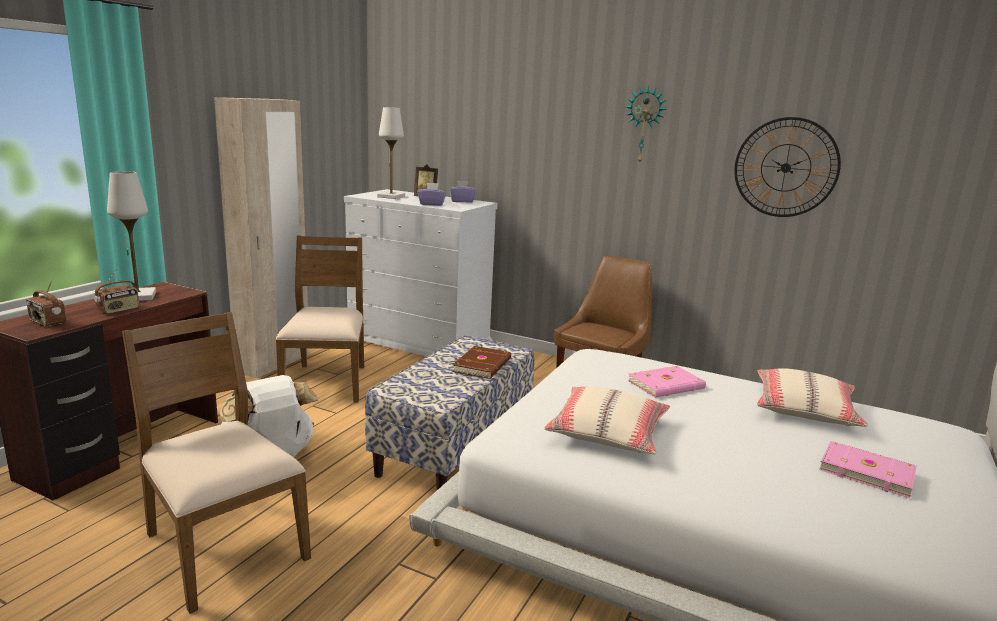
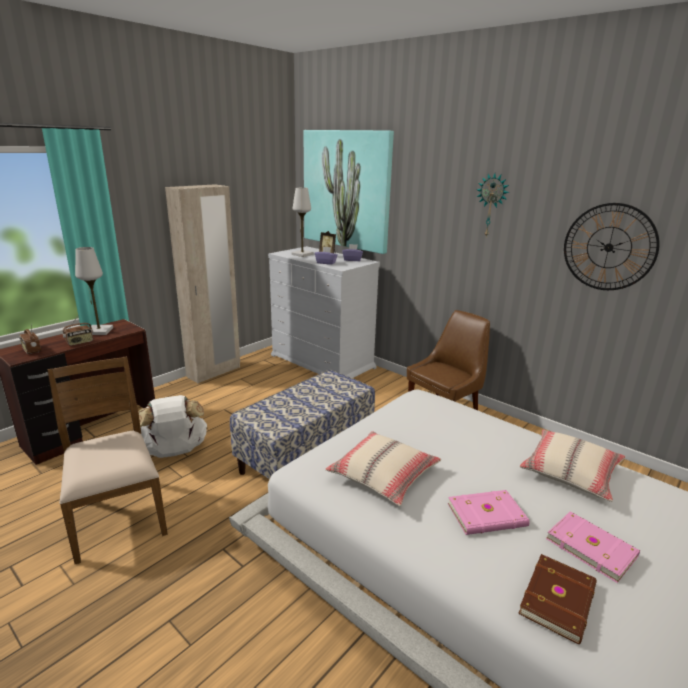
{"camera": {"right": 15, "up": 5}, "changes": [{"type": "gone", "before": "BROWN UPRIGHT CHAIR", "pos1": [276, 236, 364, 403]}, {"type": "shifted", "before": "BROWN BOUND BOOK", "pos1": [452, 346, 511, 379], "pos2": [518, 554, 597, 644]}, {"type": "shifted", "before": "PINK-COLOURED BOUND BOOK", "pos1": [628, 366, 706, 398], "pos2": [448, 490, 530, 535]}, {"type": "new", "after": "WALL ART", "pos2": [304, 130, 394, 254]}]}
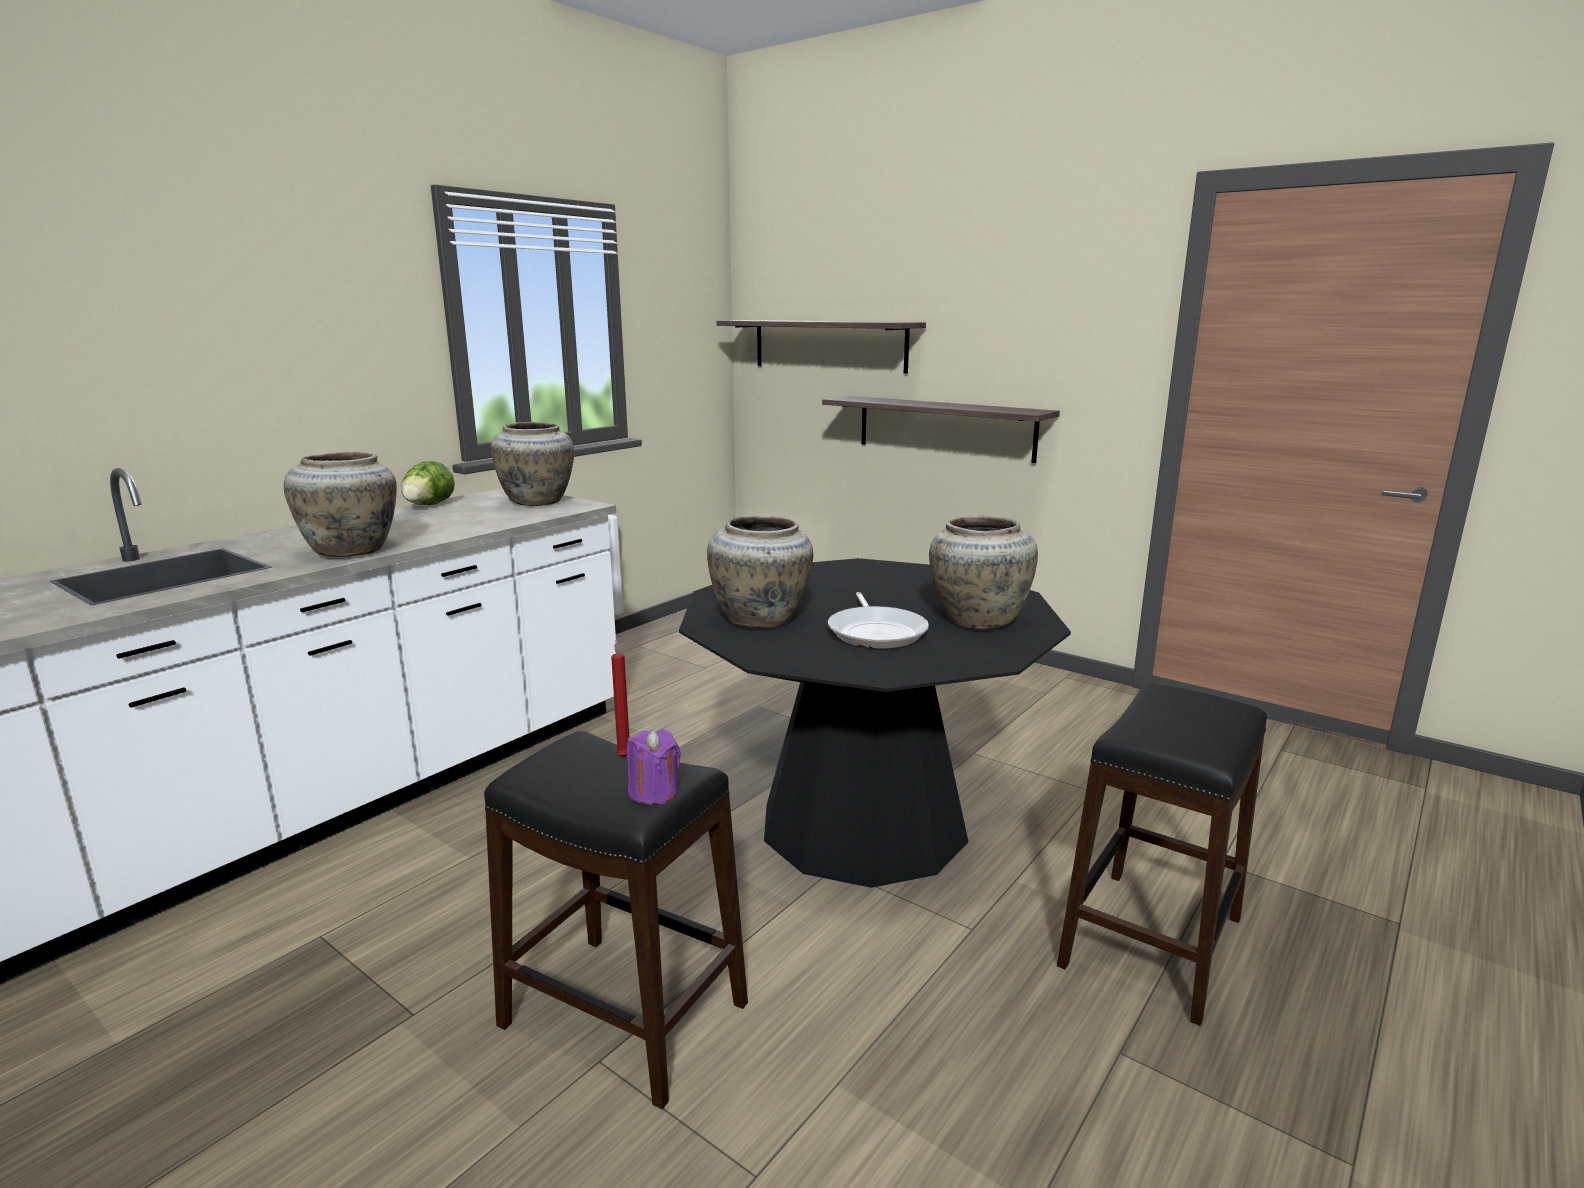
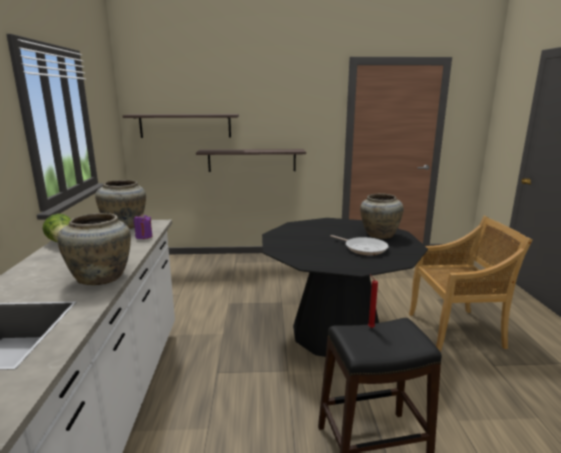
{"camera": {"right": -40, "up": 0}, "changes": [{"type": "shifted", "before": "PURPLE-COLOURED WAX CANDLE", "pos1": [627, 729, 681, 805], "pos2": [133, 214, 152, 239]}, {"type": "gone", "before": "BEIGE DECORATIVE VASE", "pos1": [707, 516, 813, 629]}, {"type": "swapped", "before": "BLACKISH SITTING STOOL", "after": "BEIGE UPRIGHT CHAIR", "pos1": [1057, 684, 1267, 1026], "pos2": [409, 216, 533, 352]}]}
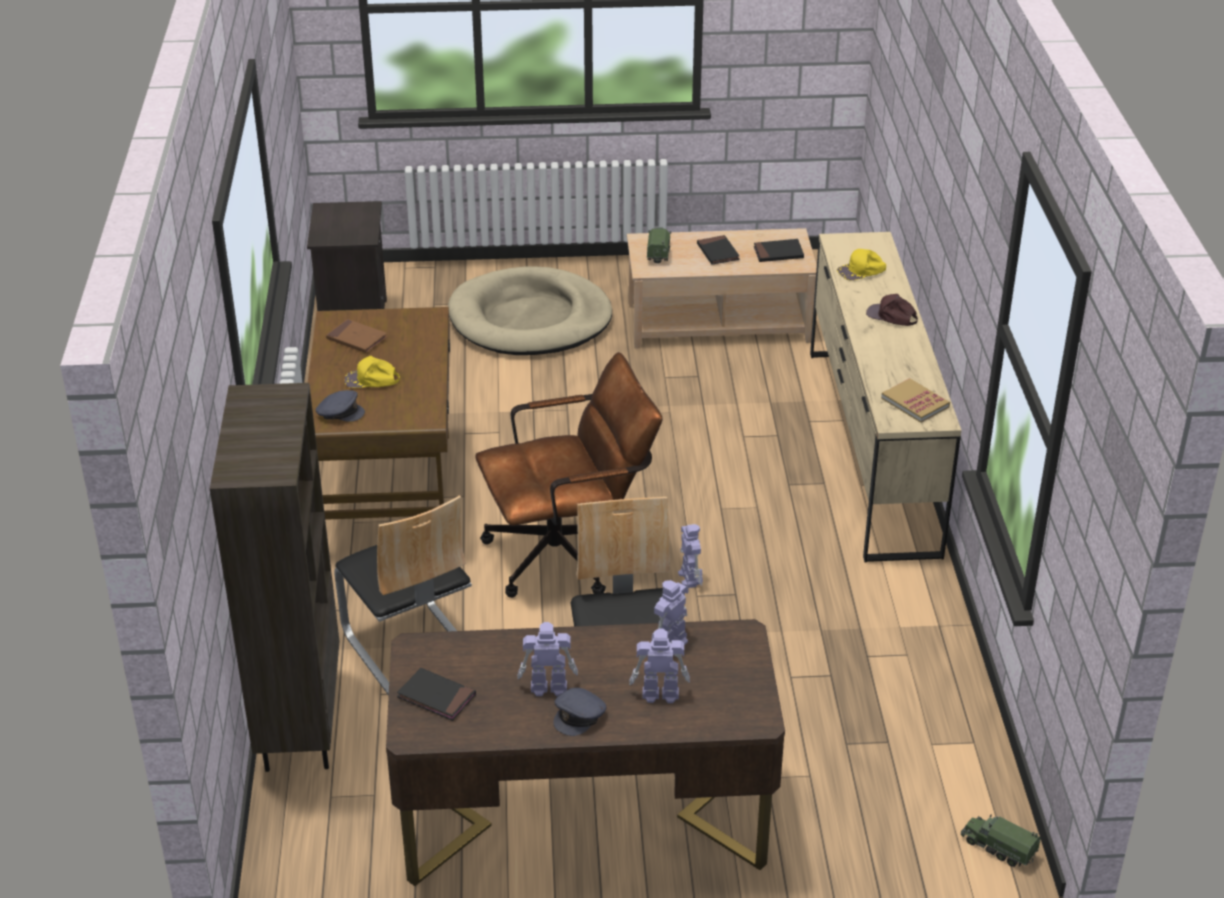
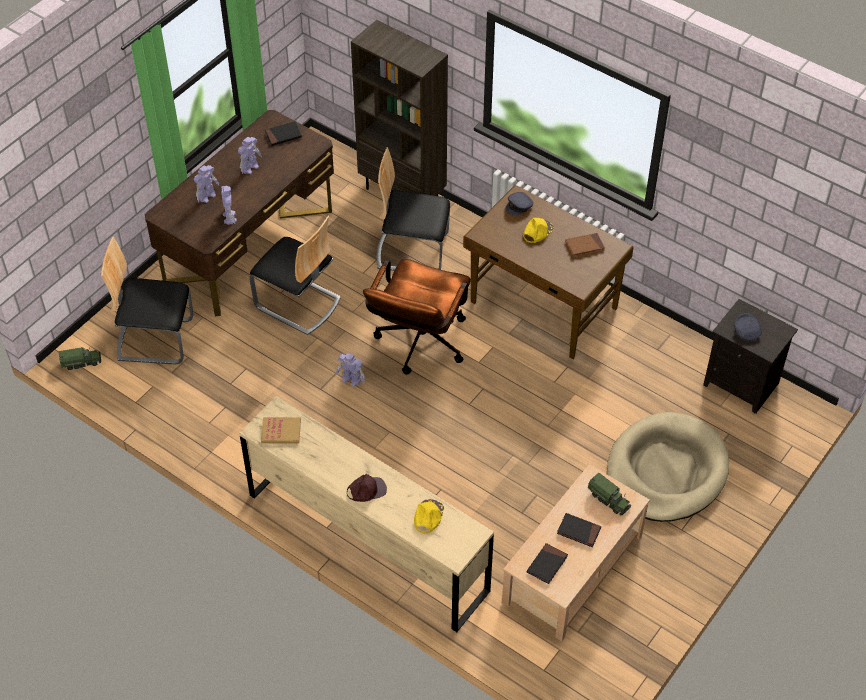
{"camera": {"right": 130, "up": 15}, "changes": [{"type": "shifted", "before": "GREYISH CAP", "pos1": [553, 688, 606, 736], "pos2": [734, 313, 762, 341]}, {"type": "new", "after": "UPRIGHT CHAIR", "pos2": [101, 236, 193, 364]}]}
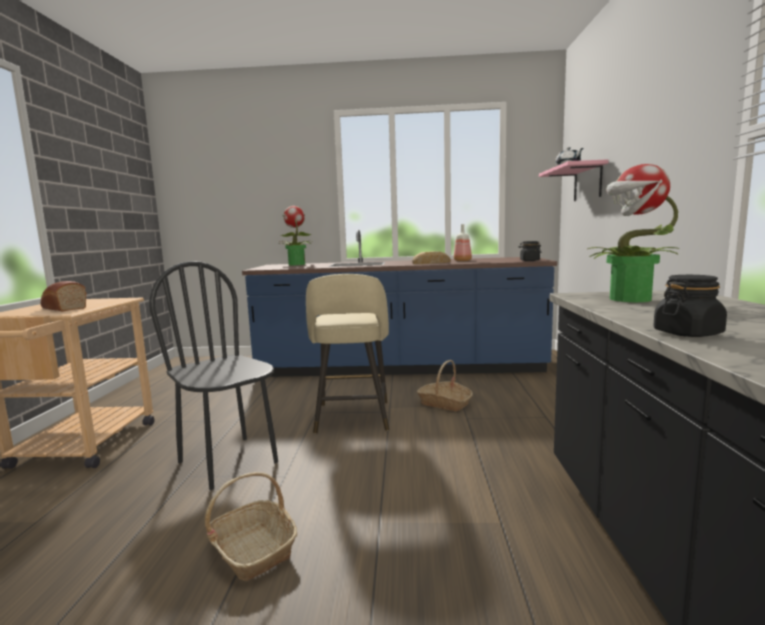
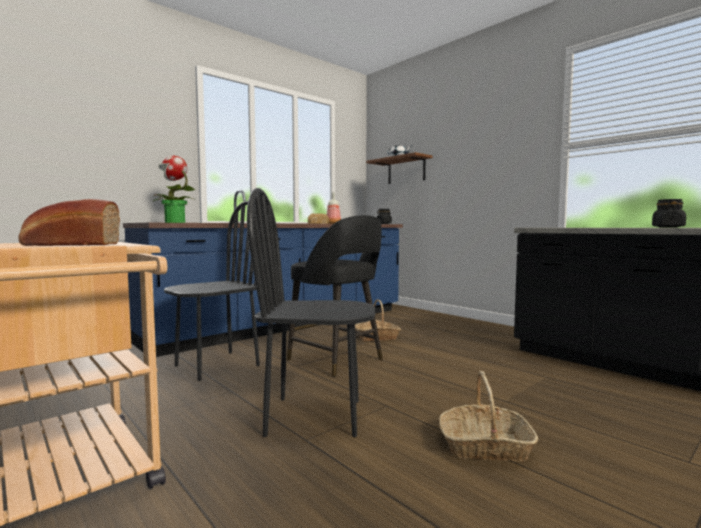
{"camera": {"right": -45, "up": -5}, "changes": [{"type": "repainted", "before": "BEIGE SITTING STOOL", "after": "BLACKISH SITTING STOOL", "pos1": [306, 274, 389, 434], "pos2": [287, 215, 383, 377]}, {"type": "repainted", "before": "PINK-COLOURED BRACKET SHELF", "after": "BROWN BRACKET SHELF", "pos1": [539, 159, 609, 201], "pos2": [366, 152, 433, 184]}, {"type": "gone", "before": "HOUSEPLANT", "pos1": [587, 164, 679, 302]}, {"type": "new", "after": "BLACKISH UPRIGHT CHAIR", "pos2": [164, 201, 260, 381]}]}
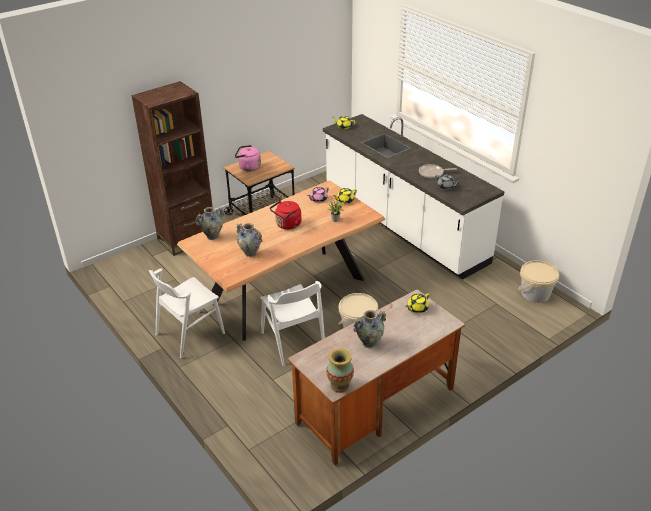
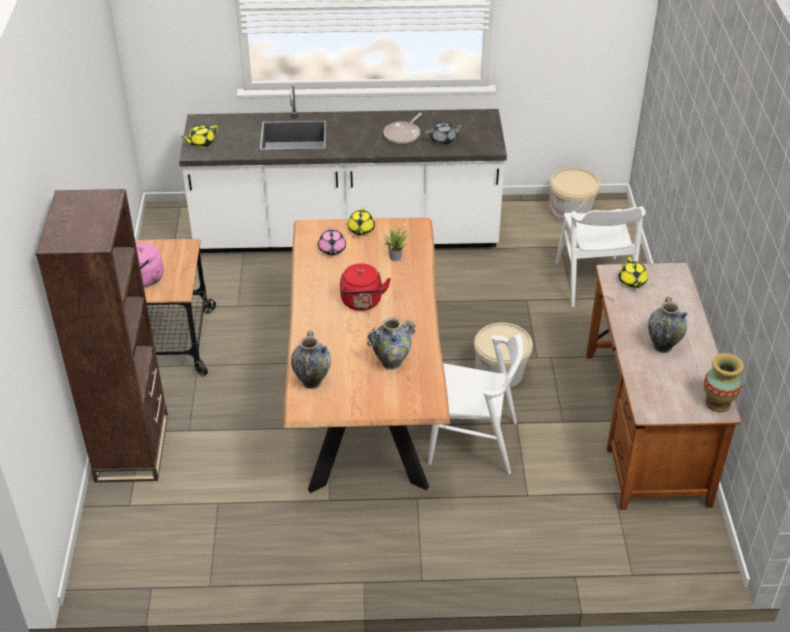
{"camera": {"right": -55, "up": 5}, "changes": [{"type": "shifted", "before": "WHITE-COLOURED UPRIGHT CHAIR", "pos1": [149, 269, 225, 358], "pos2": [556, 206, 646, 307]}]}
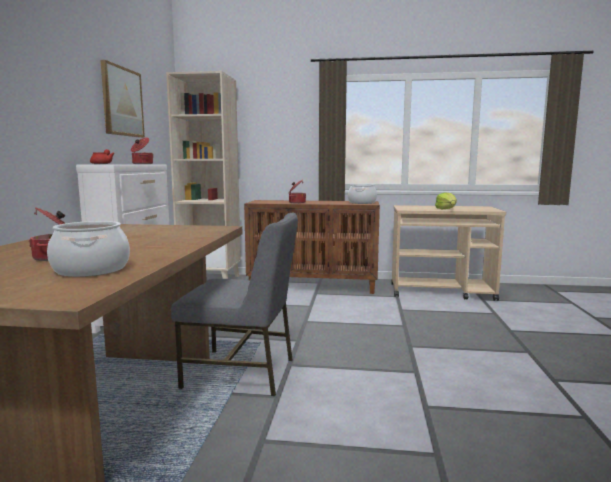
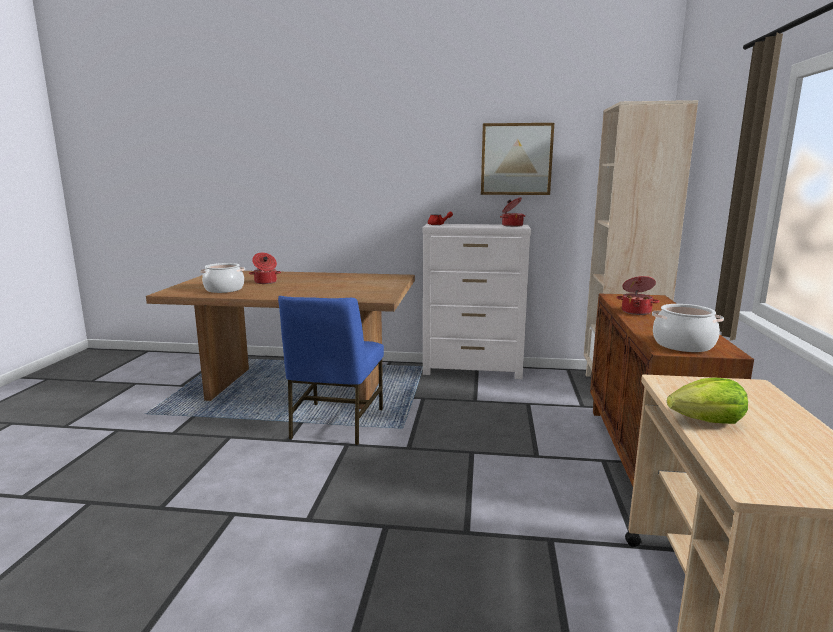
{"camera": {"right": 90, "up": 5}, "changes": [{"type": "repainted", "before": "GREYISH UPRIGHT CHAIR", "after": "BLUISH UPRIGHT CHAIR", "pos1": [171, 213, 298, 396], "pos2": [278, 296, 384, 446]}]}
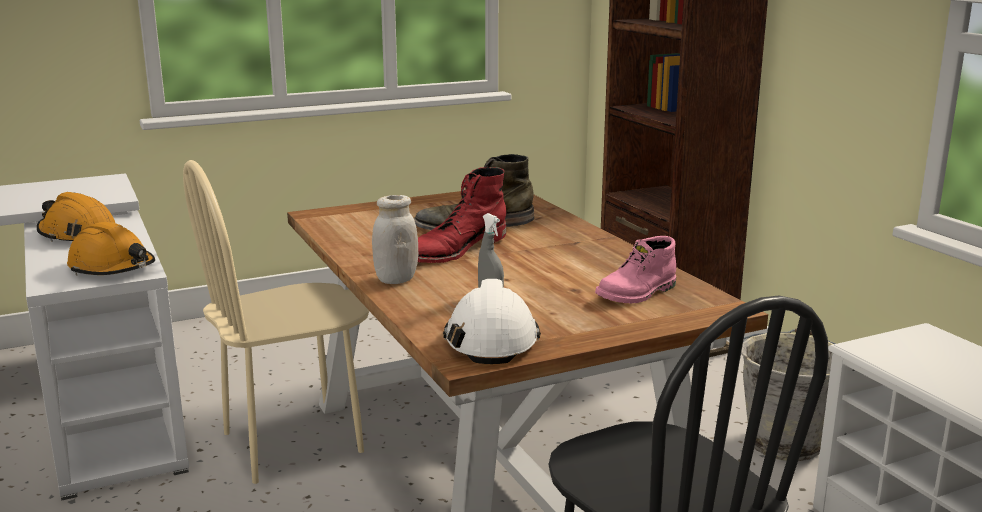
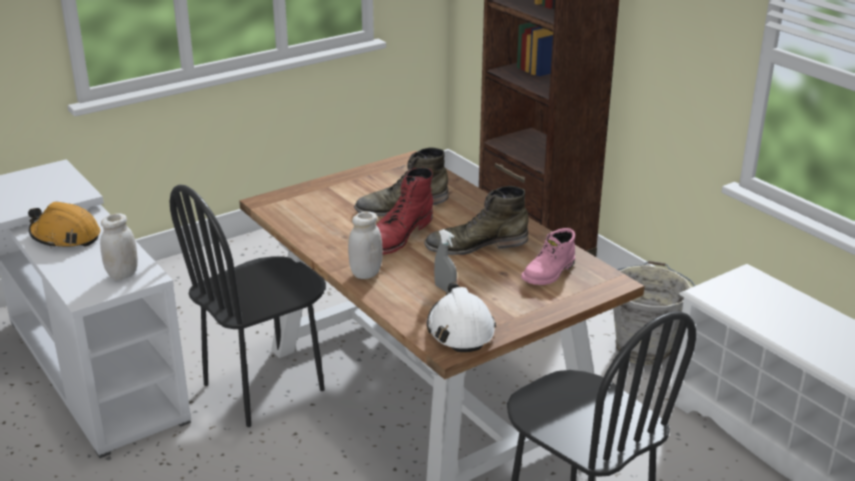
{"camera": {"right": -10, "up": 10}, "changes": [{"type": "swapped", "before": "ORANGEY SAFETY HELMET", "after": "WHITE-COLOURED JAR", "pos1": [67, 222, 155, 276], "pos2": [100, 213, 138, 280]}, {"type": "repainted", "before": "BEIGE UPRIGHT CHAIR", "after": "BLACKISH UPRIGHT CHAIR", "pos1": [183, 160, 369, 484], "pos2": [170, 185, 326, 427]}, {"type": "new", "after": "GREEN-COLOURED TALL BOOT", "pos2": [424, 186, 528, 255]}]}
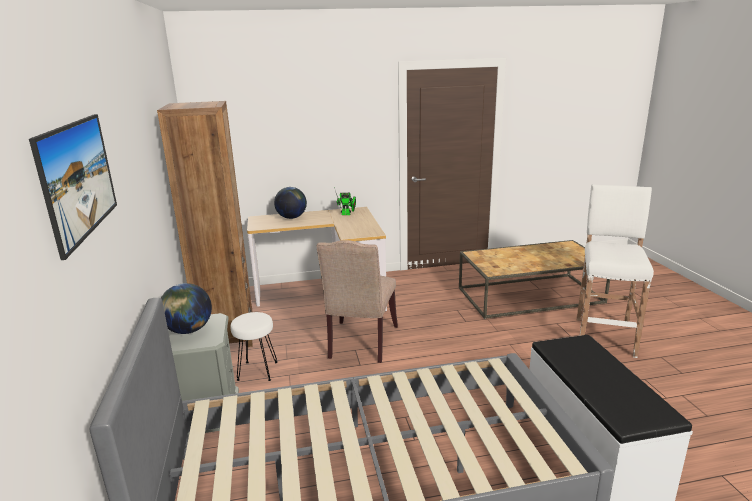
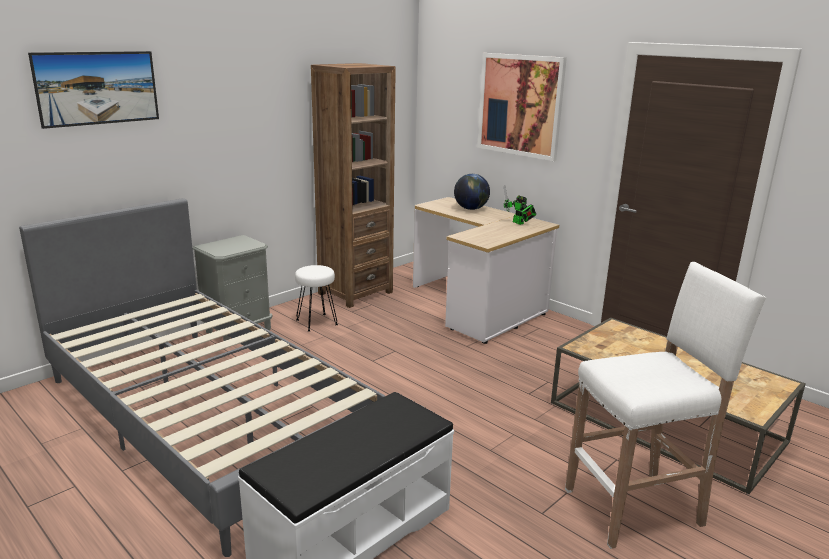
{"camera": {"right": 55, "up": 0}, "changes": [{"type": "gone", "before": "WORLD GLOBE", "pos1": [161, 283, 212, 334]}, {"type": "gone", "before": "BEIGE UPRIGHT CHAIR", "pos1": [317, 240, 398, 363]}, {"type": "new", "after": "WALL ART", "pos2": [477, 53, 567, 161]}]}
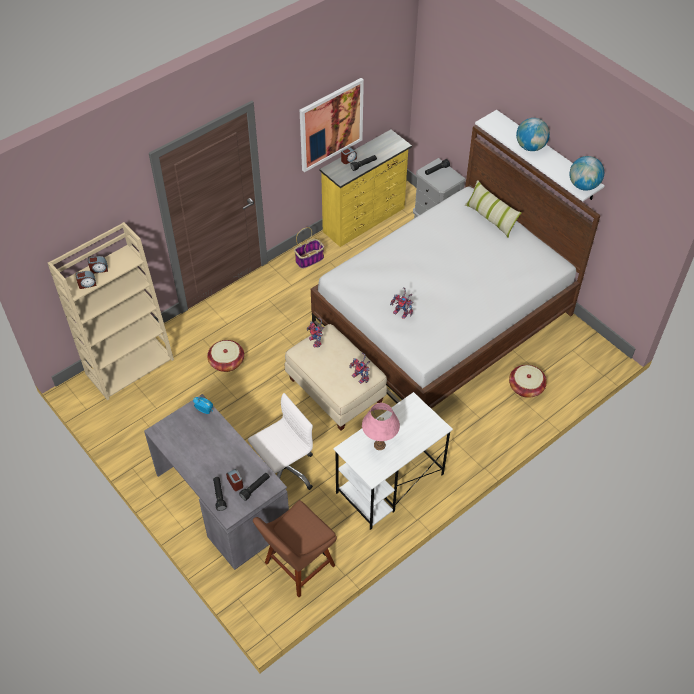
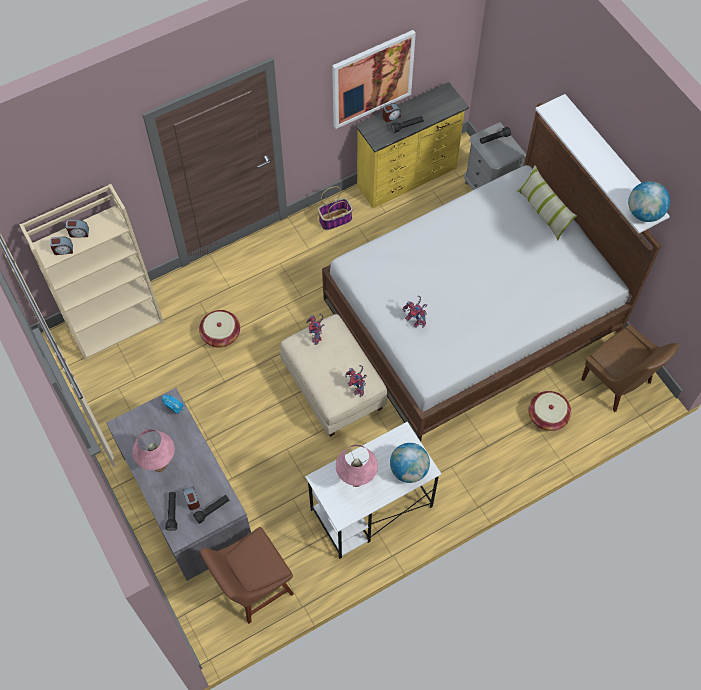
{"camera": {"right": 10, "up": 10}, "changes": [{"type": "gone", "before": "WHITE-COLOURED DESK CHAIR", "pos1": [248, 393, 313, 490]}, {"type": "shifted", "before": "WORLD GLOBE", "pos1": [516, 118, 550, 151], "pos2": [390, 443, 430, 483]}, {"type": "new", "after": "PINK-COLOURED TABLE LAMP", "pos2": [132, 429, 175, 472]}, {"type": "new", "after": "BROWN UPRIGHT CHAIR", "pos2": [581, 324, 679, 412]}]}
